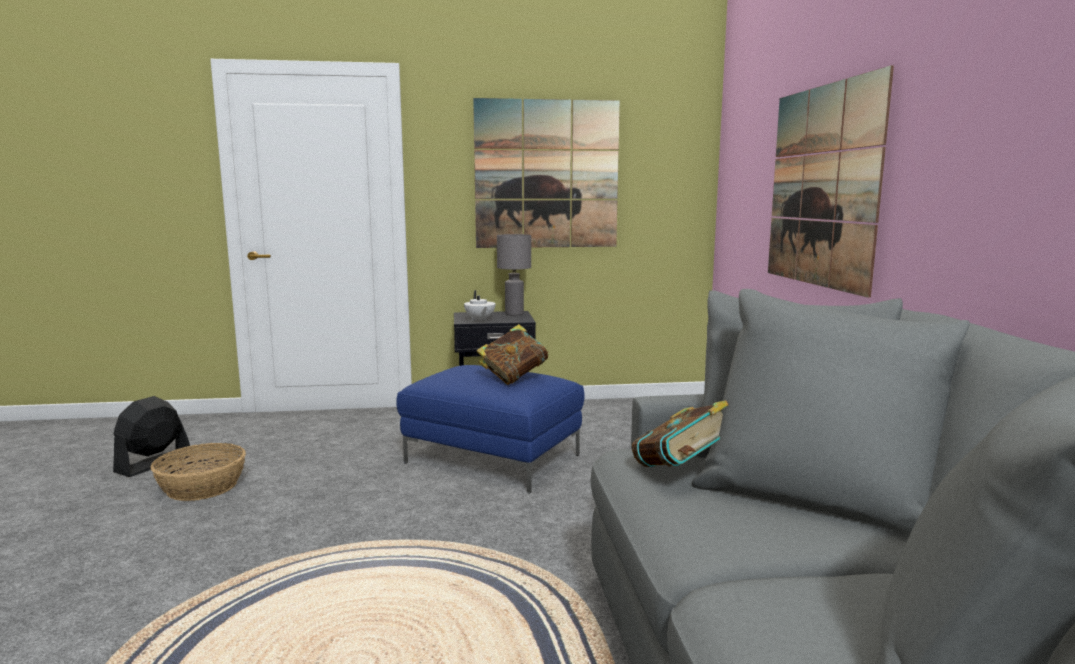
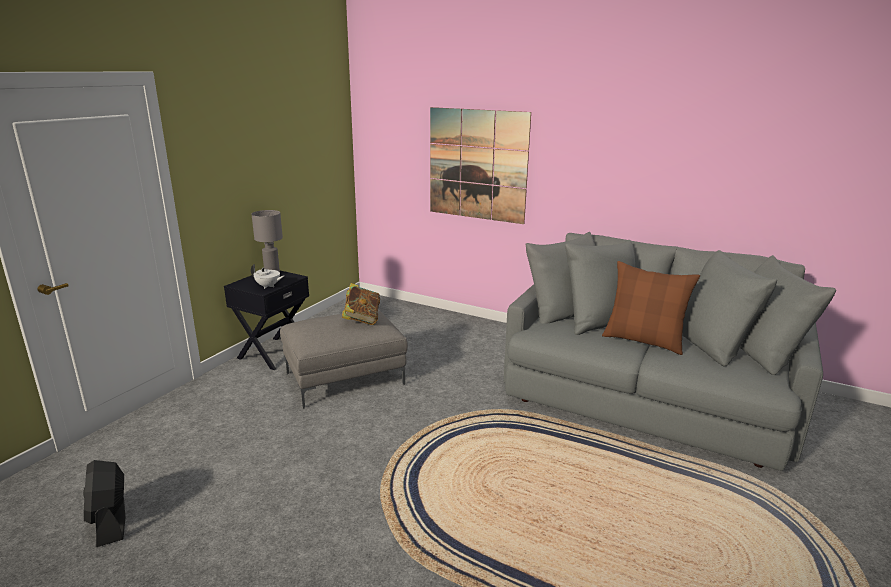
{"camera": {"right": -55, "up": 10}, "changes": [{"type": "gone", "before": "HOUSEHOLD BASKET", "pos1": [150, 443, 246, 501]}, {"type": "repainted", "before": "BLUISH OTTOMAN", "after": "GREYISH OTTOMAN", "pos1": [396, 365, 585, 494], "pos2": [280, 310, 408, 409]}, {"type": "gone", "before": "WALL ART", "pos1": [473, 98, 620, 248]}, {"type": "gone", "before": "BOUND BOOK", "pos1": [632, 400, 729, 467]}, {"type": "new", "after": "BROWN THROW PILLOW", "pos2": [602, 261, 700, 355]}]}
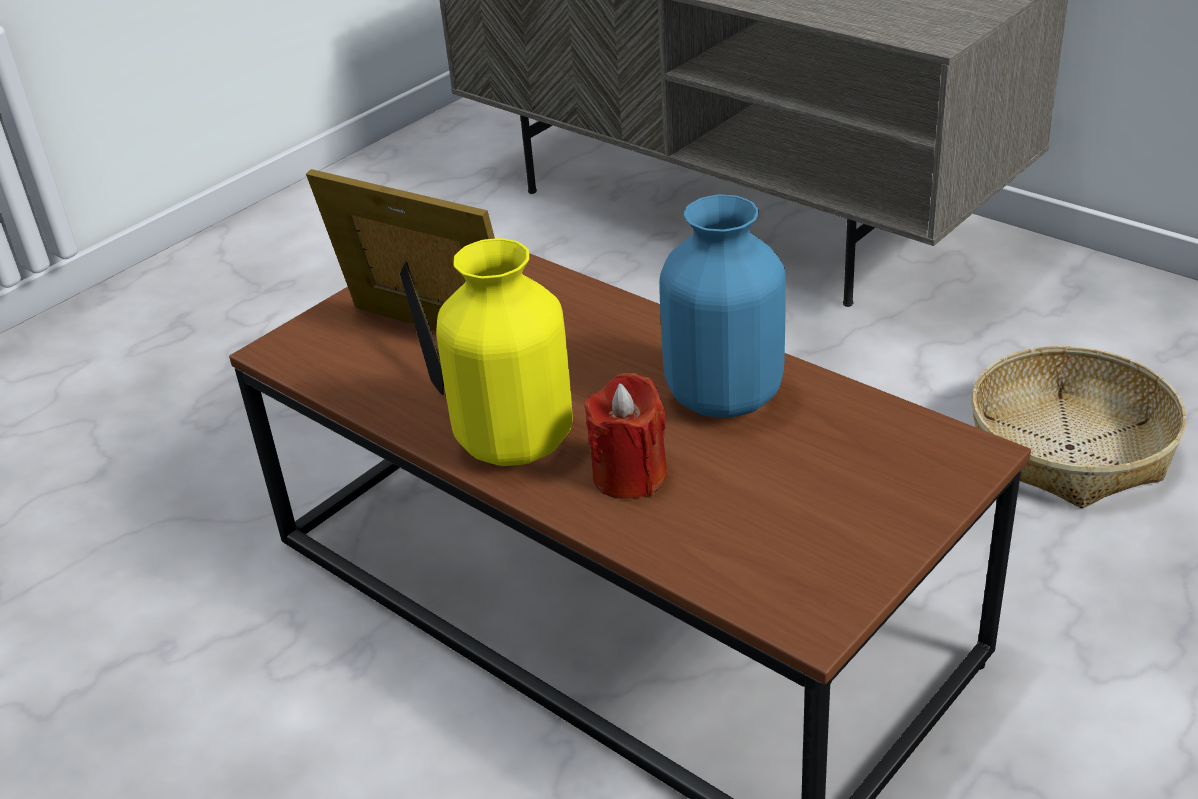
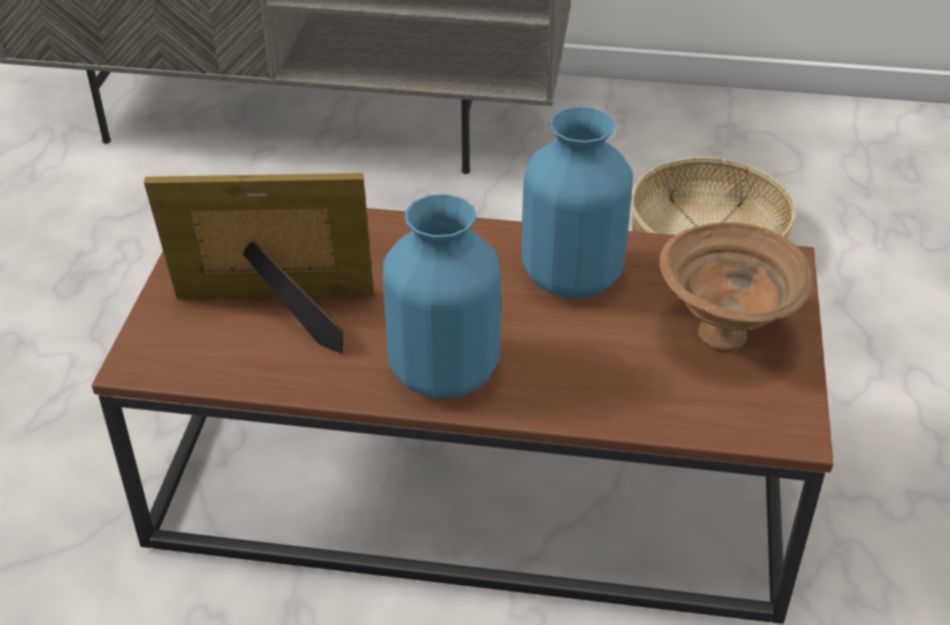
{"camera": {"right": -35, "up": 5}, "changes": [{"type": "repainted", "before": "YELLOWISH DECORATIVE VASE", "after": "BLUISH DECORATIVE VASE", "pos1": [437, 238, 573, 466], "pos2": [383, 194, 501, 398]}, {"type": "gone", "before": "REDDISH WAX CANDLE", "pos1": [584, 373, 667, 499]}, {"type": "new", "after": "BROWN SERVING BOWL", "pos2": [659, 222, 813, 351]}]}
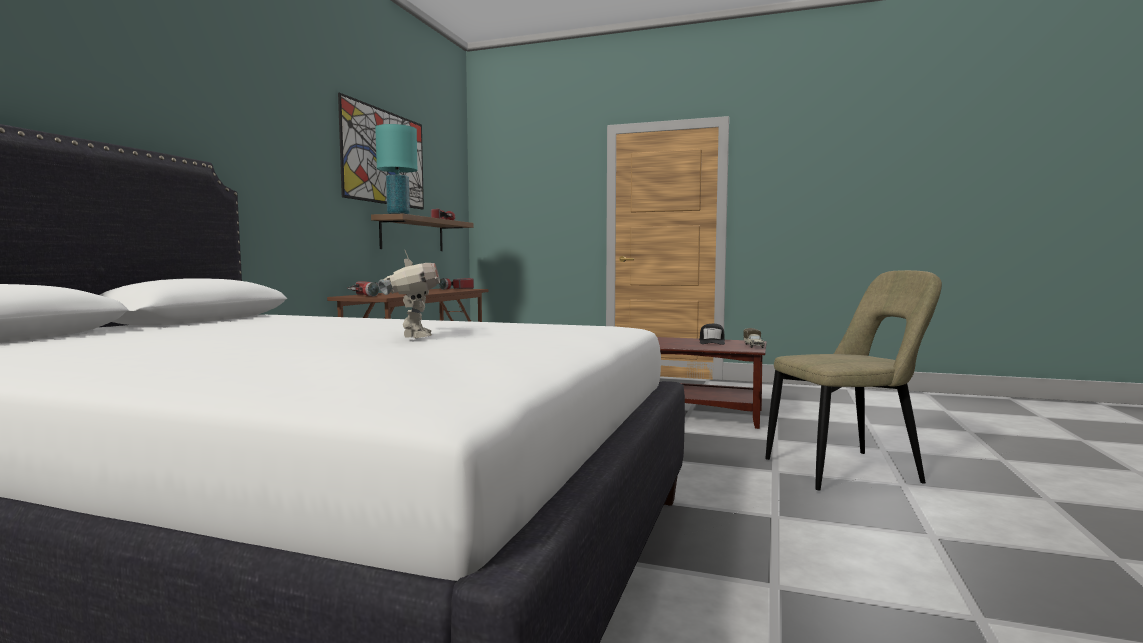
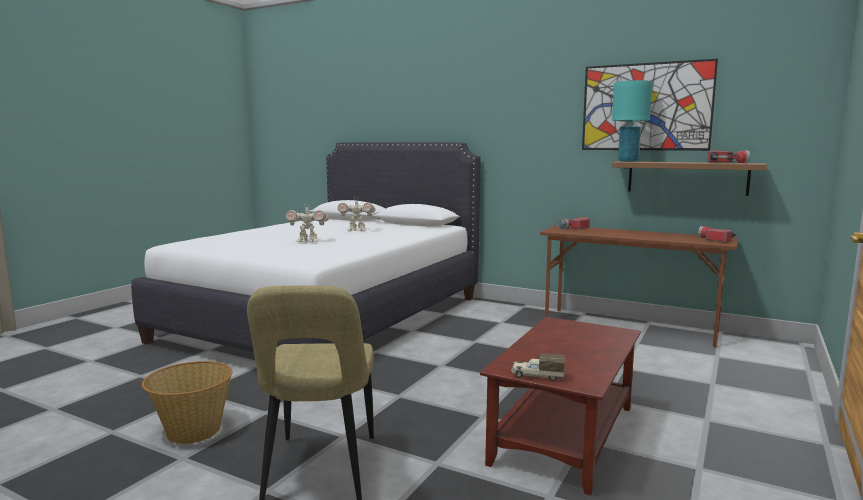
{"camera": {"right": 100, "up": 5}, "changes": [{"type": "gone", "before": "BLACKISH CAP", "pos1": [699, 324, 725, 345]}, {"type": "new", "after": "HOUSEHOLD BASKET", "pos2": [142, 361, 233, 444]}, {"type": "new", "after": "ROBOT FIGURE", "pos2": [338, 200, 375, 231]}]}
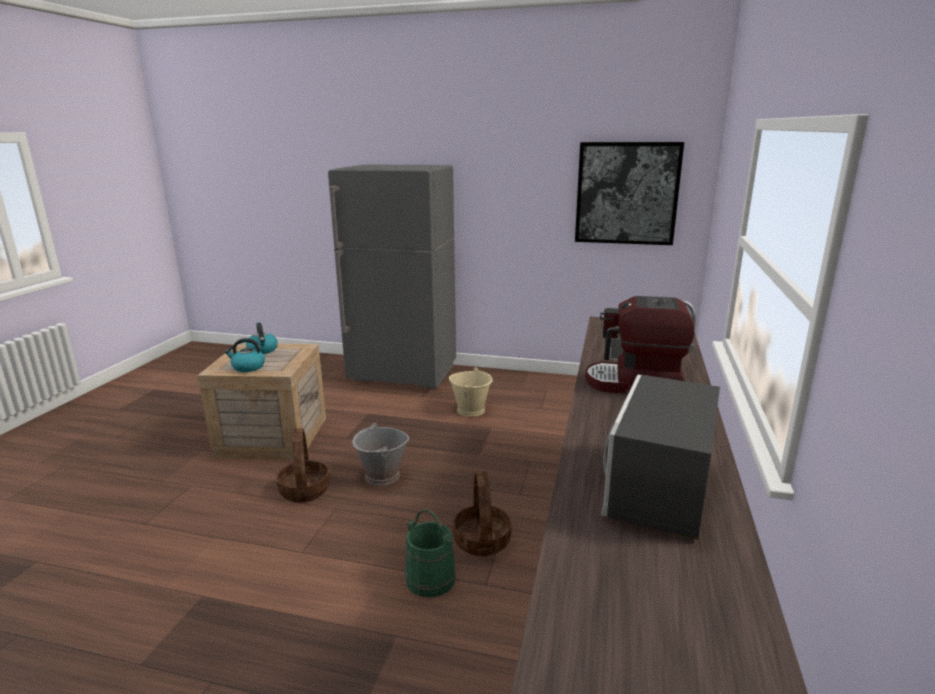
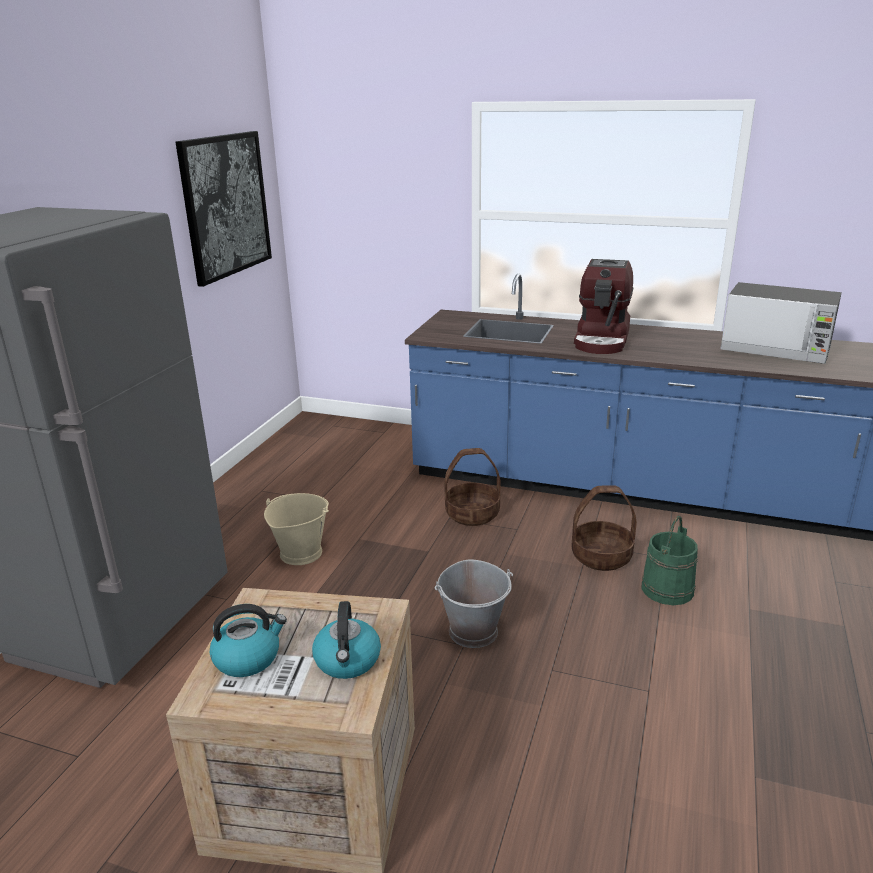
{"camera": {"right": -85, "up": 5}, "changes": [{"type": "shifted", "before": "HOUSEHOLD BASKET", "pos1": [276, 428, 330, 502], "pos2": [444, 448, 500, 526]}]}
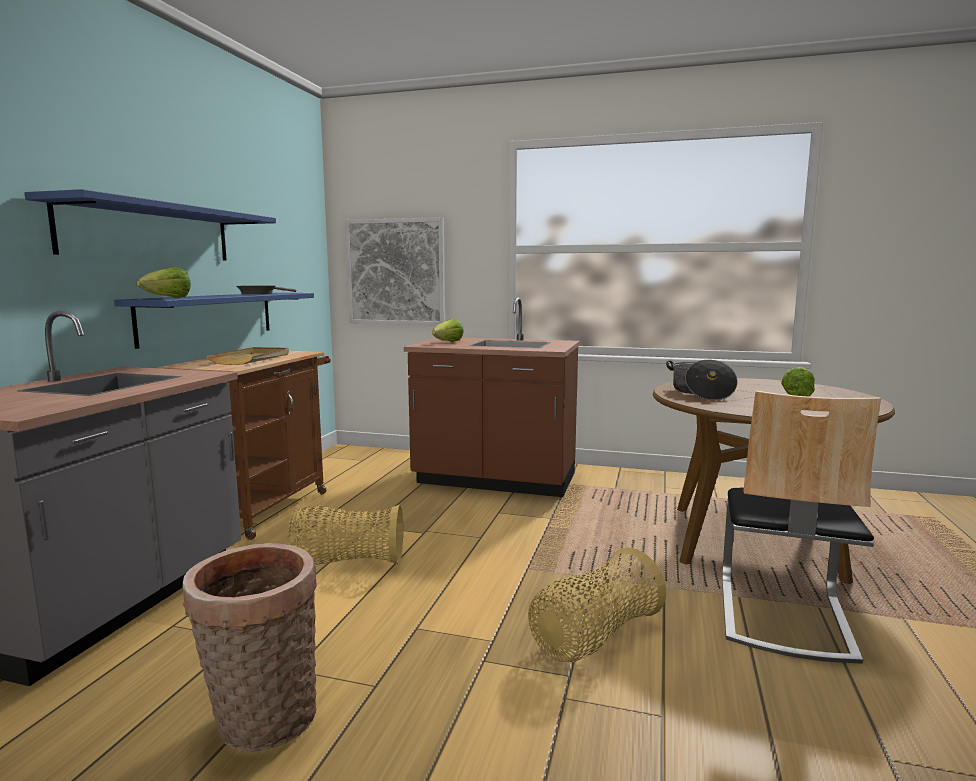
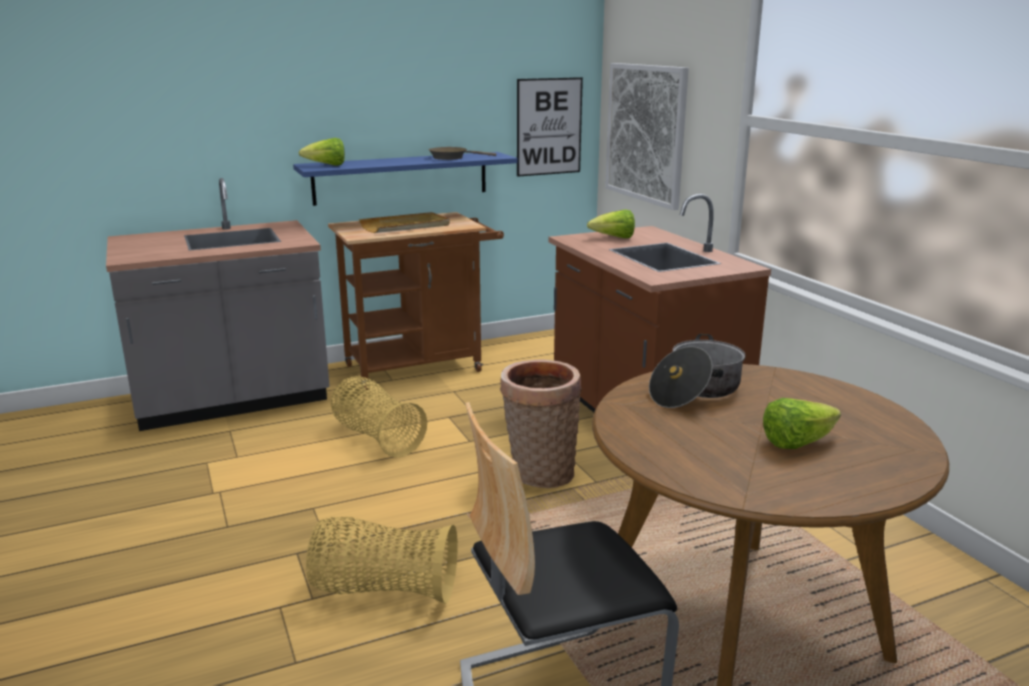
{"camera": {"right": 50, "up": 10}, "changes": [{"type": "gone", "before": "BLUISH BRACKET SHELF", "pos1": [24, 189, 276, 260]}, {"type": "shifted", "before": "HOUSEHOLD BASKET", "pos1": [183, 543, 317, 752], "pos2": [500, 359, 582, 488]}, {"type": "new", "after": "WALL ART", "pos2": [517, 77, 583, 177]}]}
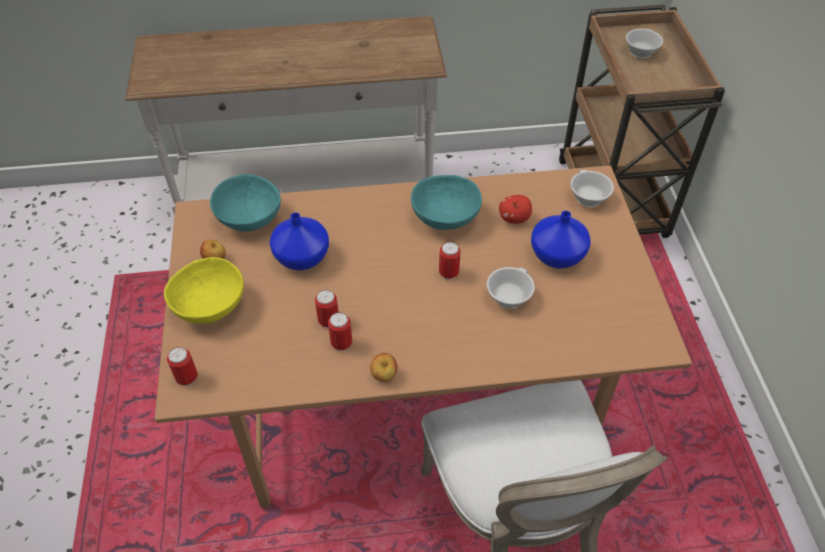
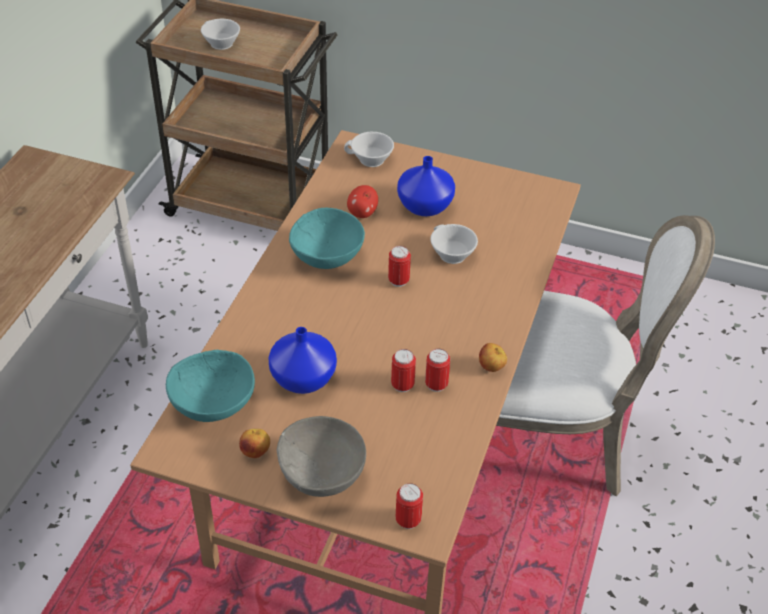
{"camera": {"right": -65, "up": -5}, "changes": [{"type": "repainted", "before": "YELLOWISH SERVING BOWL", "after": "GREYISH SERVING BOWL", "pos1": [164, 257, 244, 324], "pos2": [276, 416, 366, 497]}]}
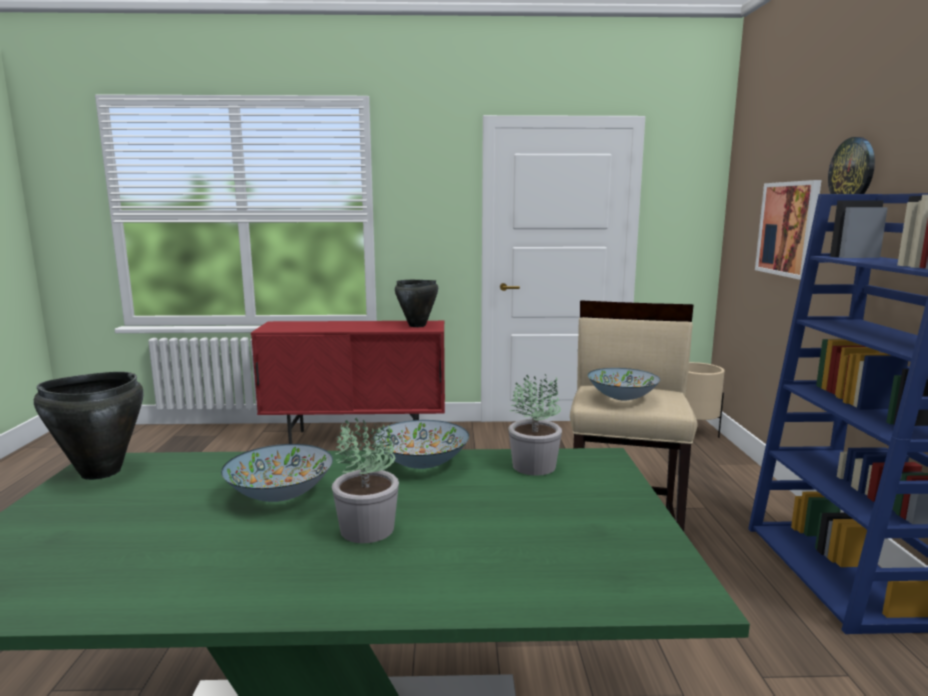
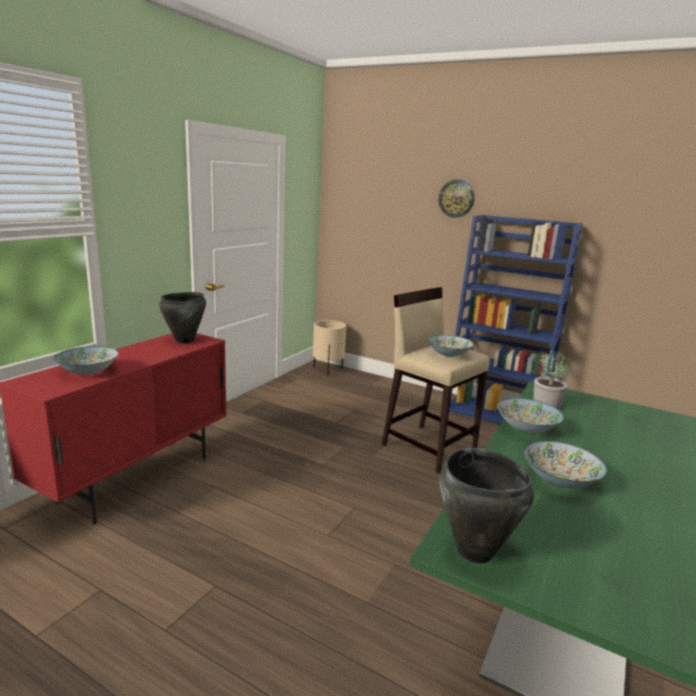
{"camera": {"right": -60, "up": 5}, "changes": [{"type": "gone", "before": "HOUSEPLANT", "pos1": [332, 417, 399, 543]}, {"type": "gone", "before": "WALL ART", "pos1": [755, 180, 822, 280]}, {"type": "new", "after": "SERVING BOWL", "pos2": [54, 346, 118, 375]}]}
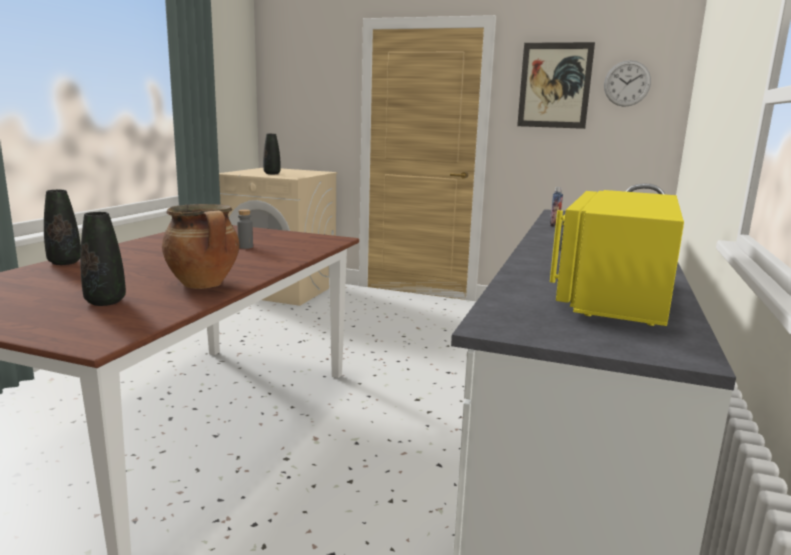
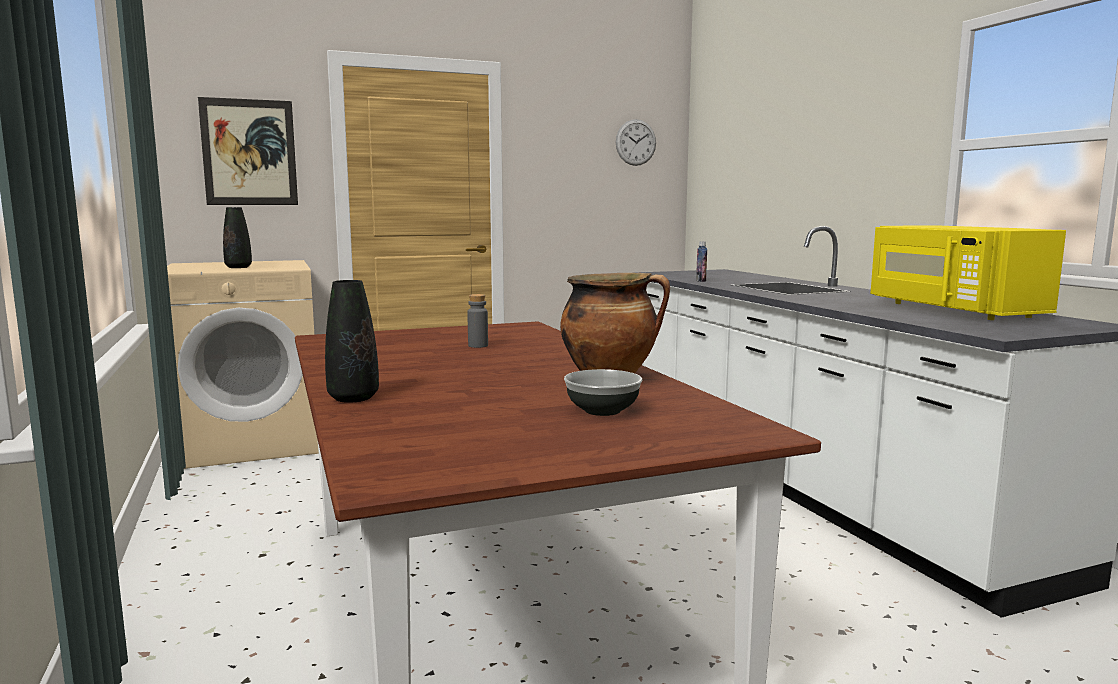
{"camera": {"right": -40, "up": -5}, "changes": [{"type": "swapped", "before": "BLACKISH DECORATIVE VASE", "after": "SERVING BOWL", "pos1": [80, 212, 126, 306], "pos2": [564, 369, 642, 416]}, {"type": "shifted", "before": "WALL ART", "pos1": [517, 42, 595, 129], "pos2": [198, 97, 298, 205]}]}
